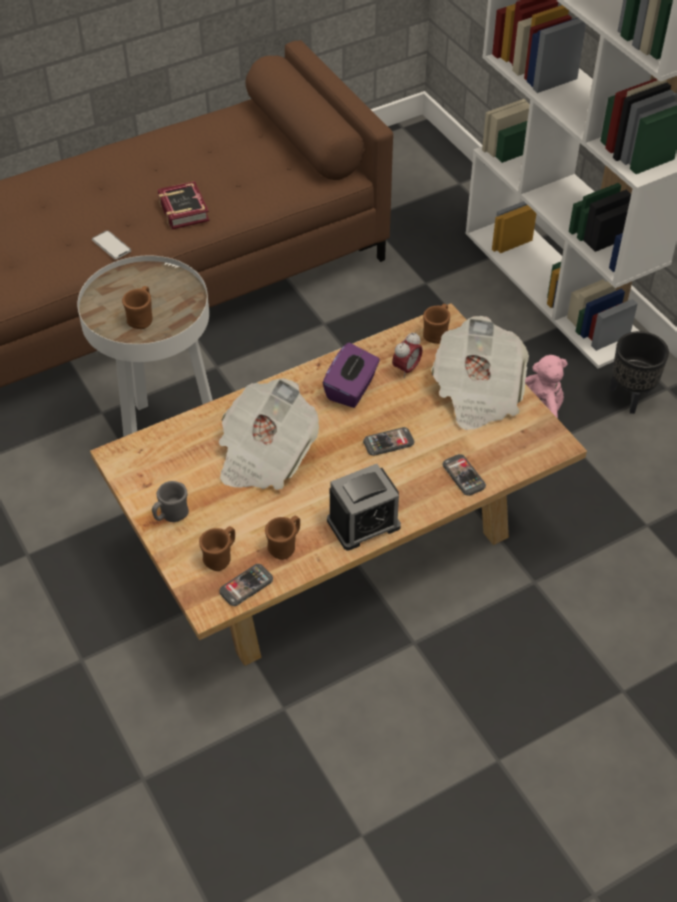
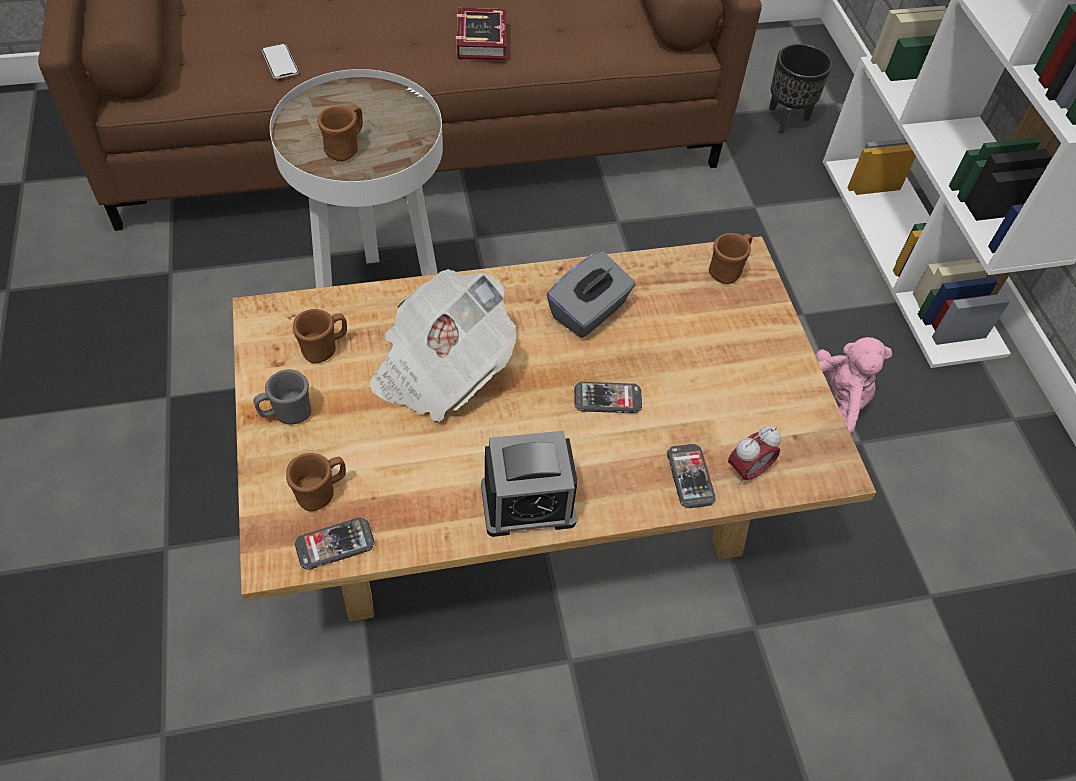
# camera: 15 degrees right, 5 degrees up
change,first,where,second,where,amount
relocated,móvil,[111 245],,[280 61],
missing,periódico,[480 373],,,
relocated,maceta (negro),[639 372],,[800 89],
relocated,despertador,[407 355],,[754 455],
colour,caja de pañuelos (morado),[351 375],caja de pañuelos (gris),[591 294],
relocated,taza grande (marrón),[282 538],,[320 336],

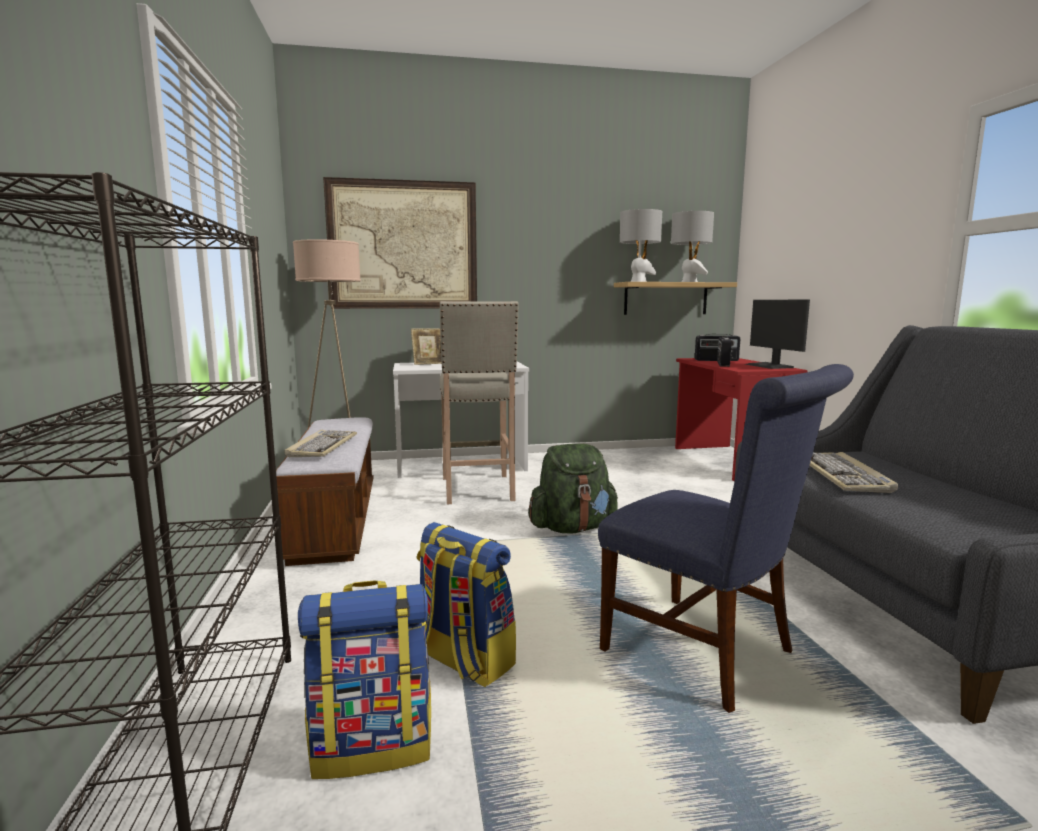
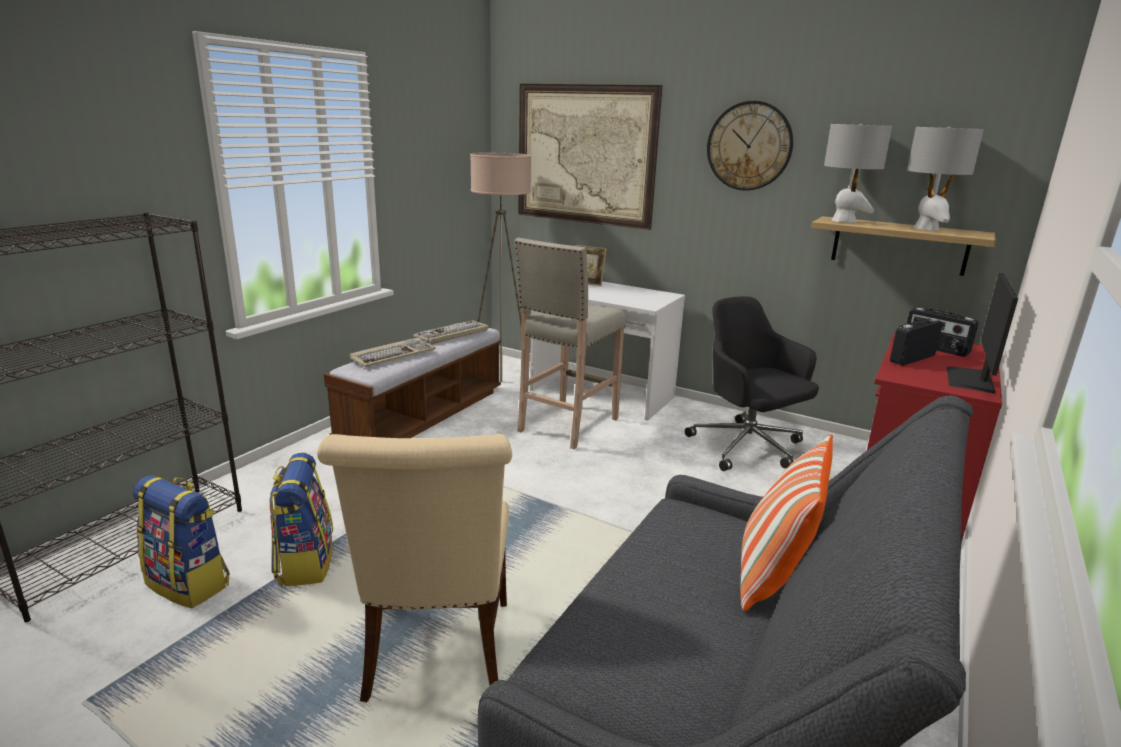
# camera: 40 degrees right, 10 degrees up
change,first,where,second,where,amount
colour,silla (azul),[726 538],silla (beis),[414 568],
missing,mochila (verde),[573 488],,,
relocated,teclado,[853 472],,[451 332],
appeared,,,reloj de pared,[750 145],
appeared,,,silla de oficina (negro),[752 383],
appeared,,,cojín,[786 522],

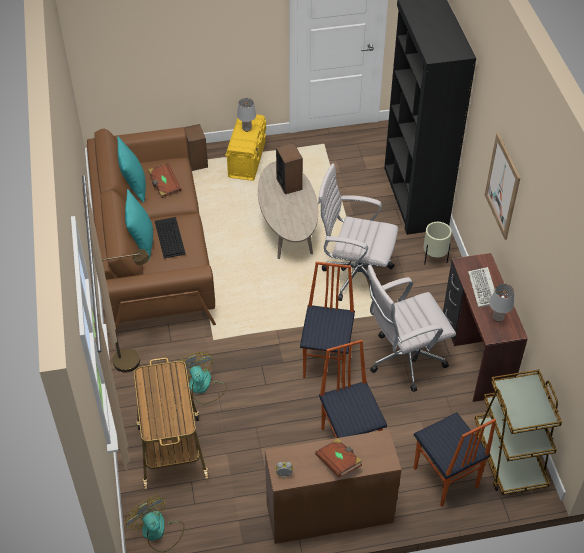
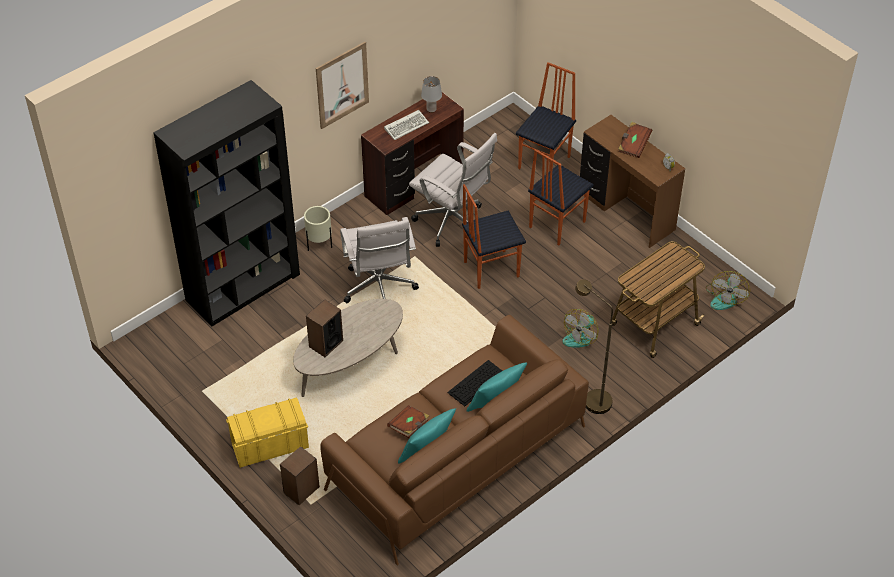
# camera: 120 degrees left, 0 degrees up
change,first,where,second,where,amount
missing,lámpara de mesa (gris),[246 115],,,
missing,carrito (marrón),[518 432],,,

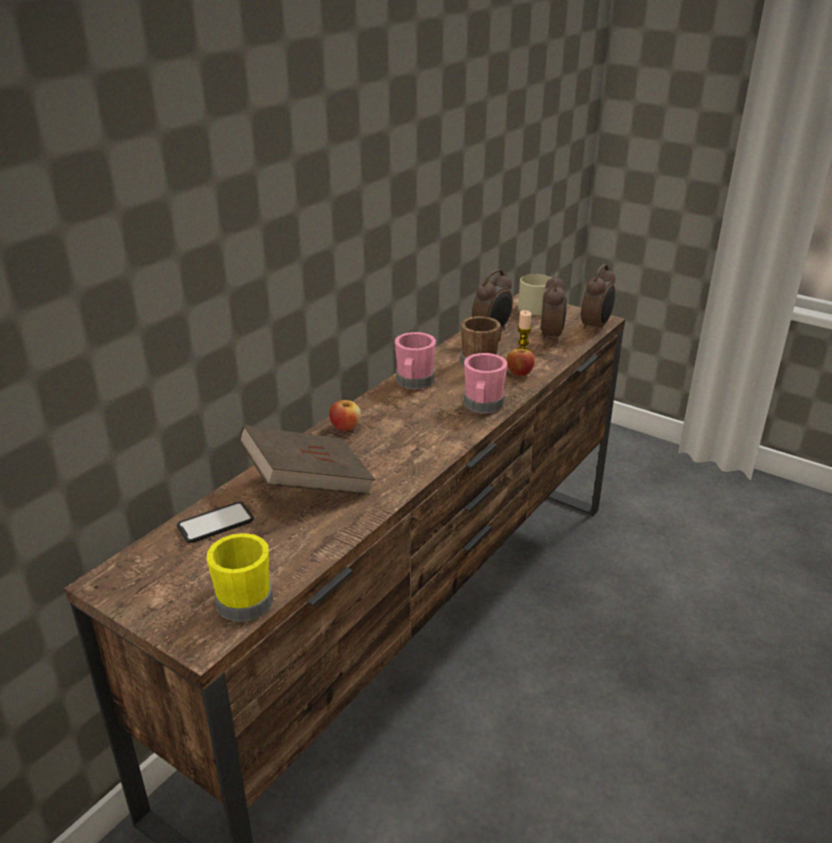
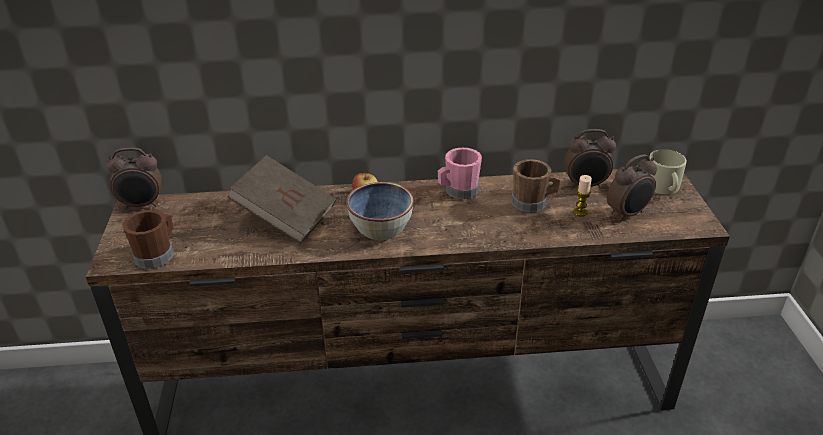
# camera: 50 degrees right, 5 degrees up
change,first,where,second,where,amount
relocated,despertador,[598 298],,[134 179],
missing,manzana,[520 362],,,
missing,taza grande (rosa),[485 383],,,
missing,móvil,[215 522],,,
colour,taza grande (amarillo),[240 577],taza grande (marrón),[148 239],
appeared,,,cuenco,[379 211],

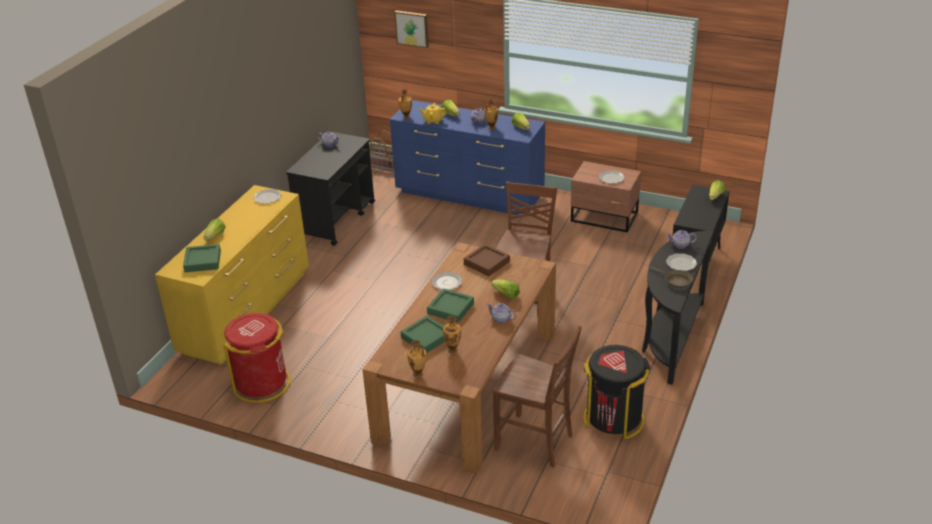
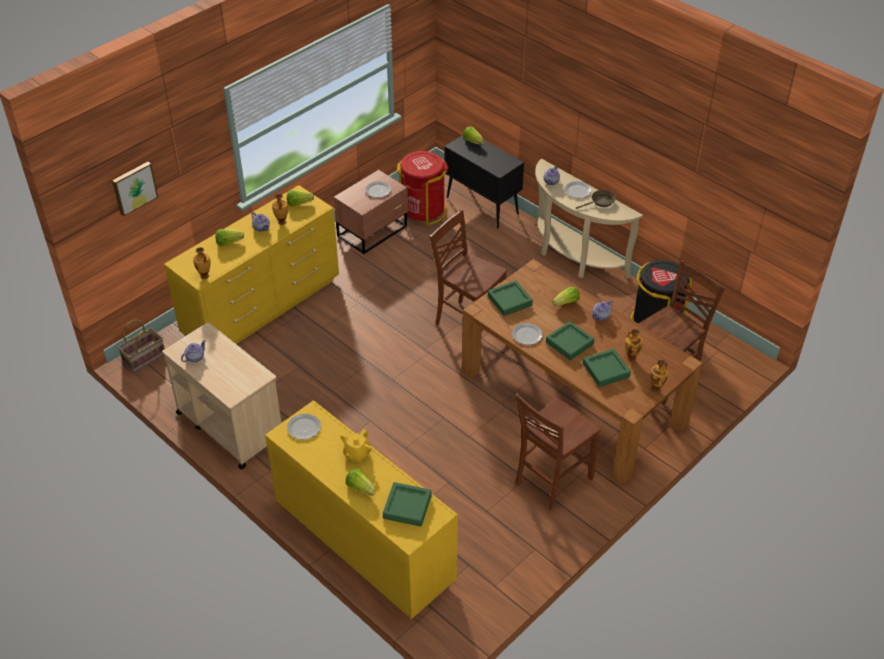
# camera: 70 degrees left, 10 degrees up
change,first,where,second,where,amount
colour,cómoda (azul),[467 157],cómoda (amarillo),[251 264],
relocated,tetera (amarillo),[433 113],,[356 445],
colour,carrito (negro),[330 189],carrito (beis),[222 395],
colour,mesa consola (negro),[677 308],mesa consola (beis),[589 219],
colour,bandeja (marrón),[487 260],bandeja (verde),[510 298],
relocated,papelera (rojo),[257 358],,[422 188],
appeared,,,silla (marrón),[557 452],

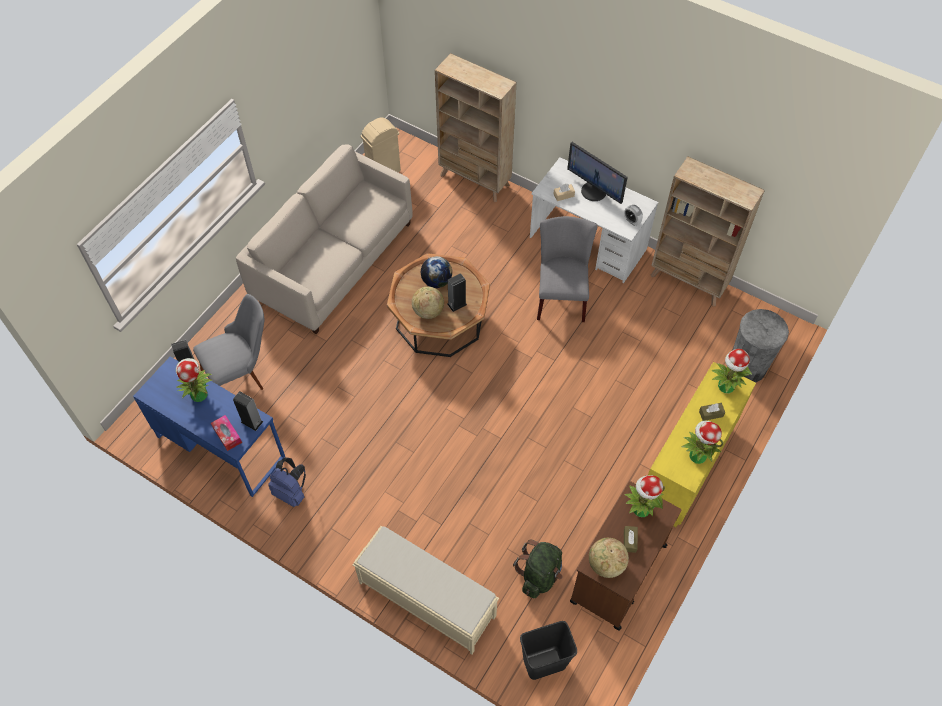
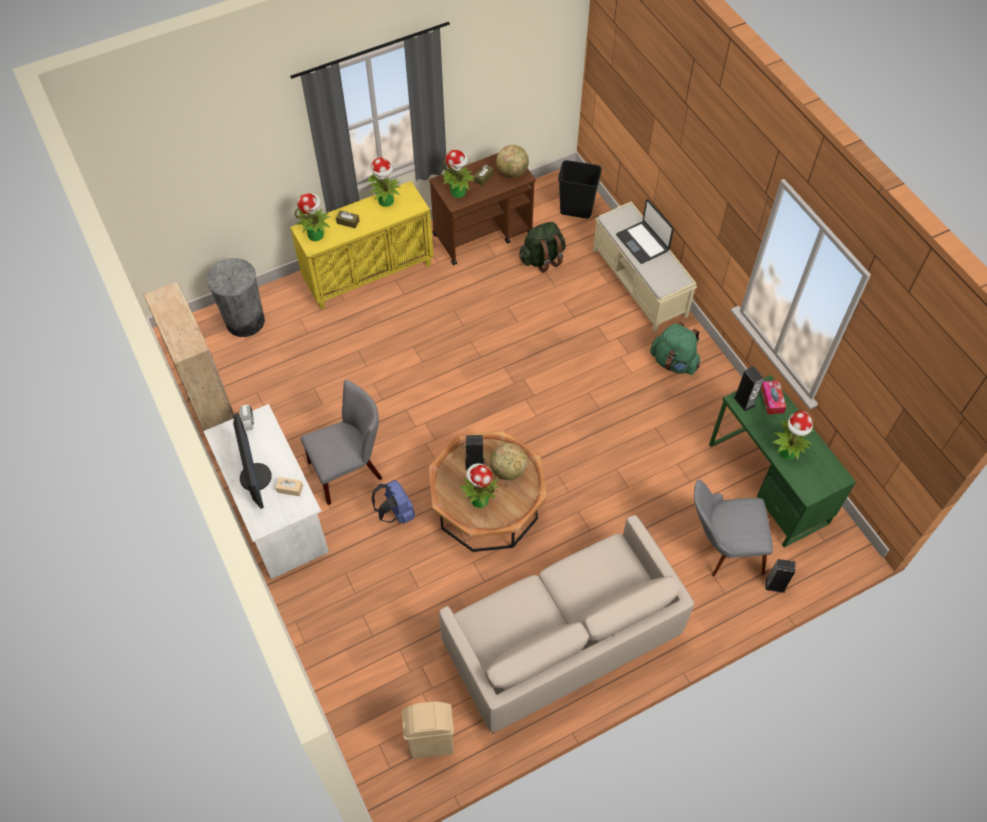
# camera: 150 degrees left, 0 degrees up
change,first,where,second,where,amount
missing,estantería (beis),[475 127],,,
spun,silla (gris),[567 269],,[341 442],150 degrees counterclockwise
exchanged,globo terráqueo,[436 272],planta en maceta,[478 485],
colour,escritorio (azul),[209 427],escritorio (verde),[782 461],
relocated,mochila (azul),[287 482],,[393 502],
appeared,,,portátil,[645 231],
appeared,,,mochila (verde),[675 348],

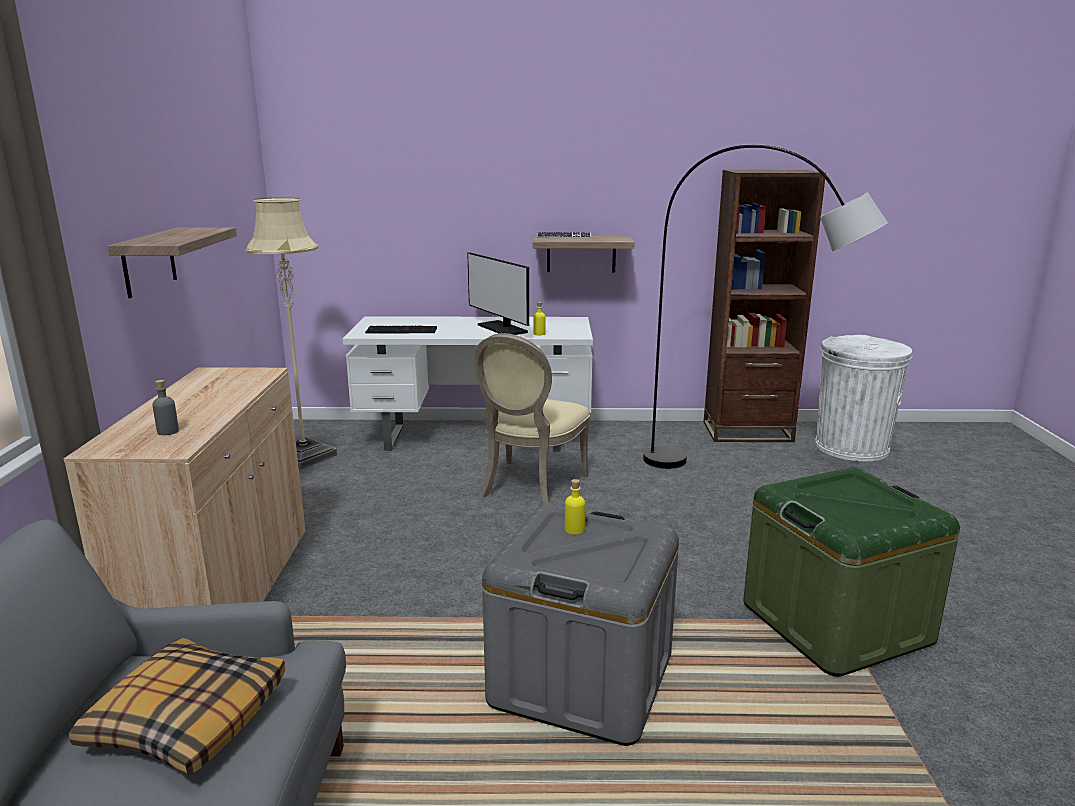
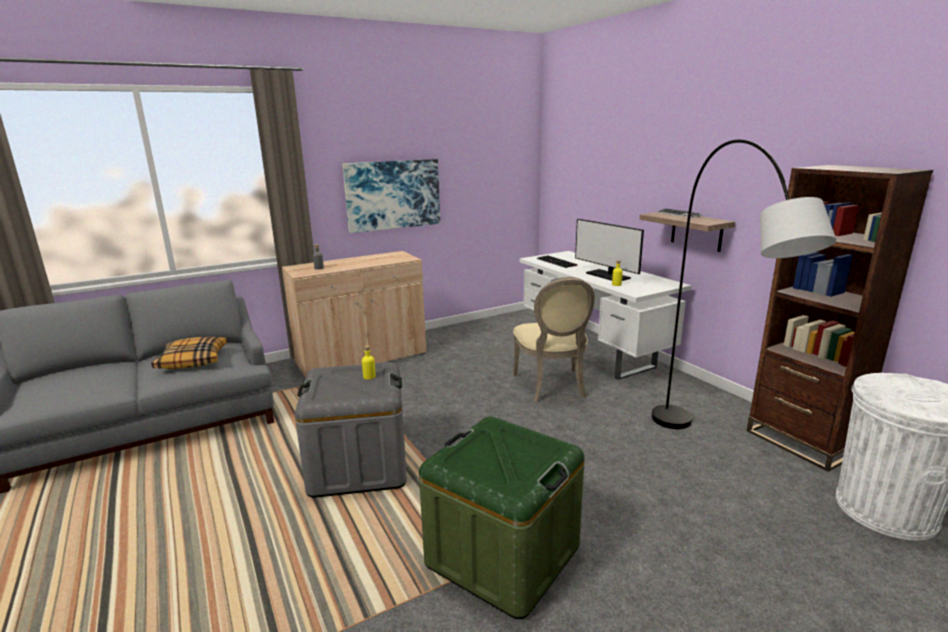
# camera: 60 degrees right, 0 degrees up
change,first,where,second,where,amount
missing,lámpara de pie (beis),[291 333],,,
exchanged,estante,[172 262],cuadro,[391 196],
spun,monitor,[498 293],,[609 250],60 degrees counterclockwise
spun,silla (beis),[532 419],,[554 339],90 degrees counterclockwise

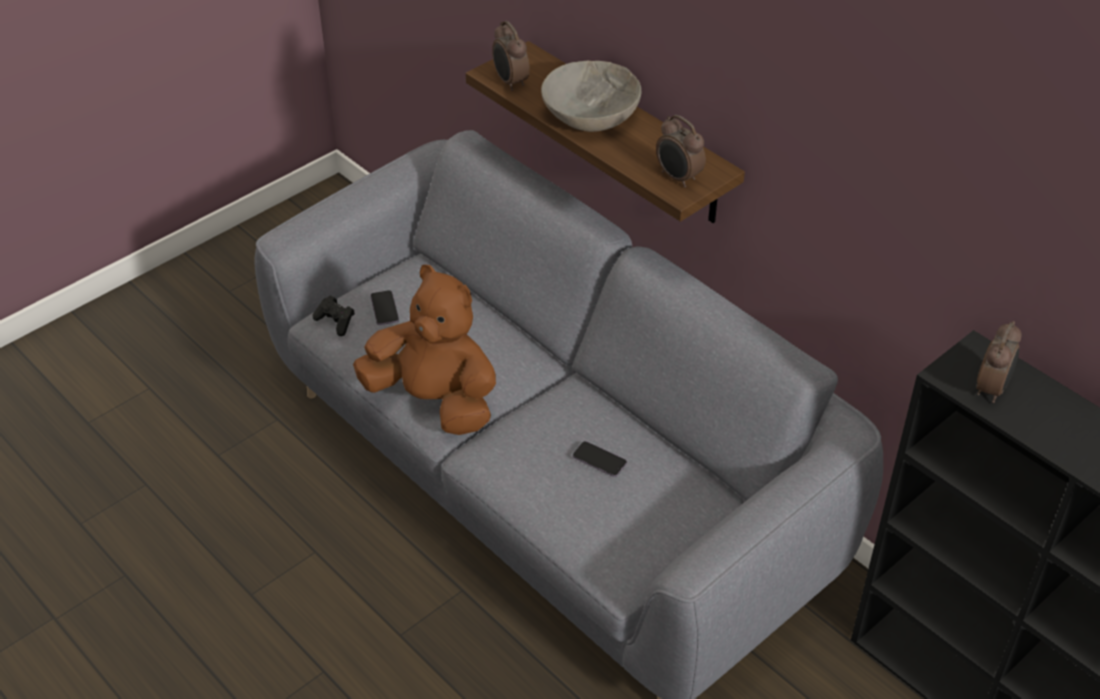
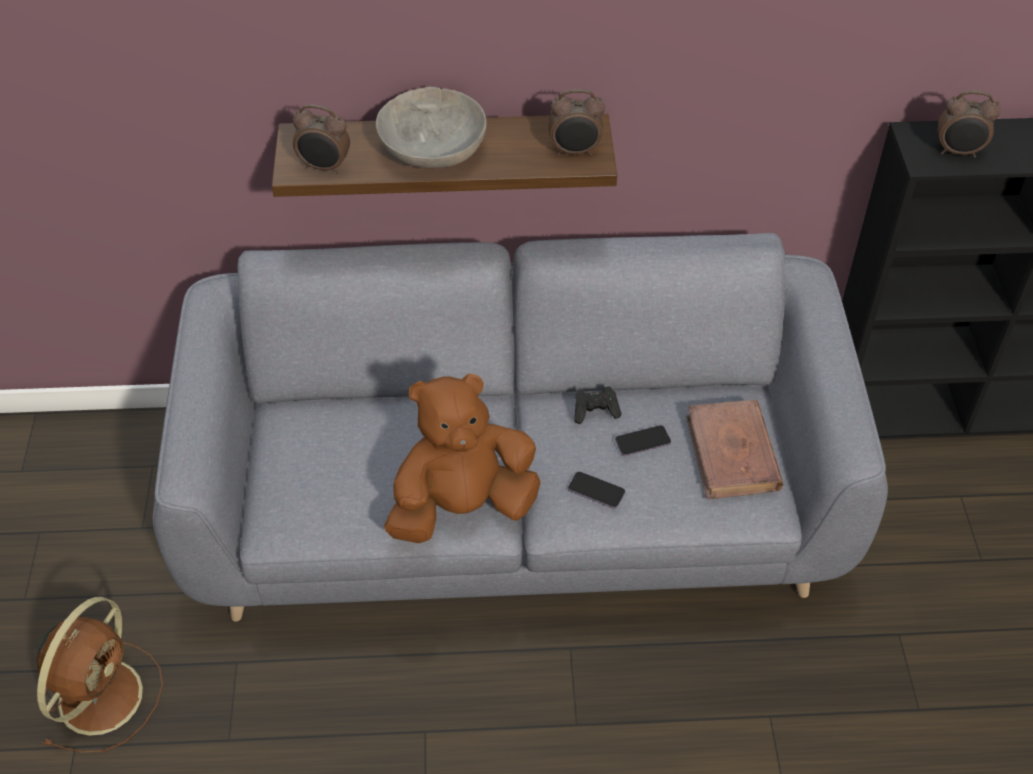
# camera: 50 degrees left, 5 degrees up
change,first,where,second,where,amount
relocated,móvil,[384 307],,[596 490],
relocated,mando de consola (negro),[334 316],,[598 405],
spun,despertador,[998 362],,[969 124],120 degrees clockwise
appeared,,,libro (marrón),[734 449],
appeared,,,ventilador (marrón),[99 675],

